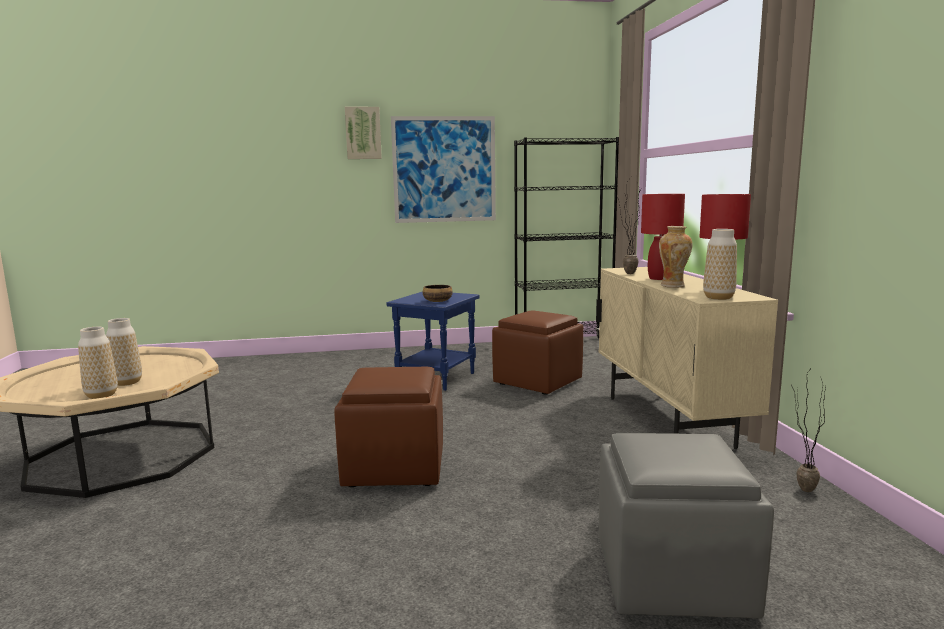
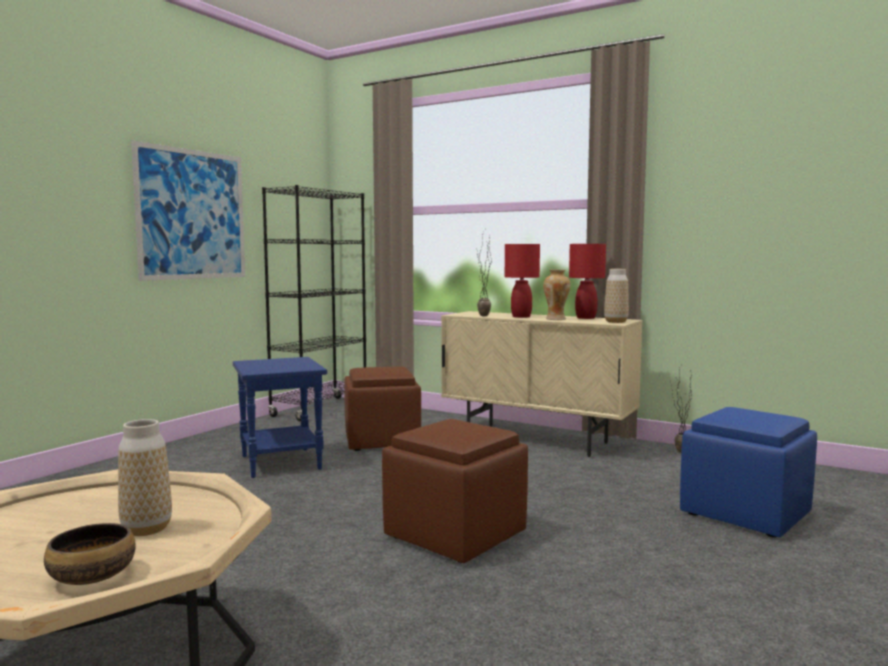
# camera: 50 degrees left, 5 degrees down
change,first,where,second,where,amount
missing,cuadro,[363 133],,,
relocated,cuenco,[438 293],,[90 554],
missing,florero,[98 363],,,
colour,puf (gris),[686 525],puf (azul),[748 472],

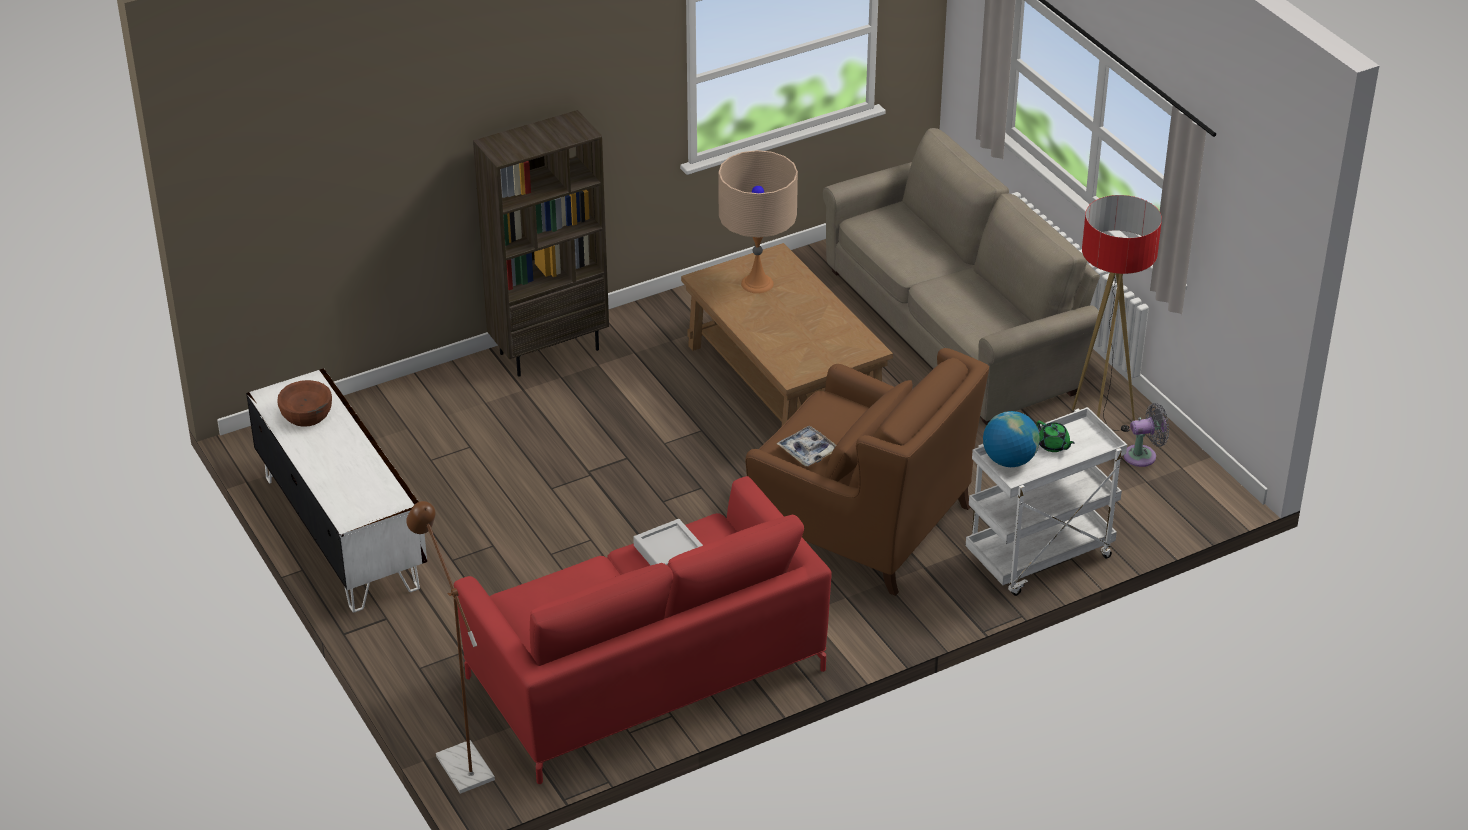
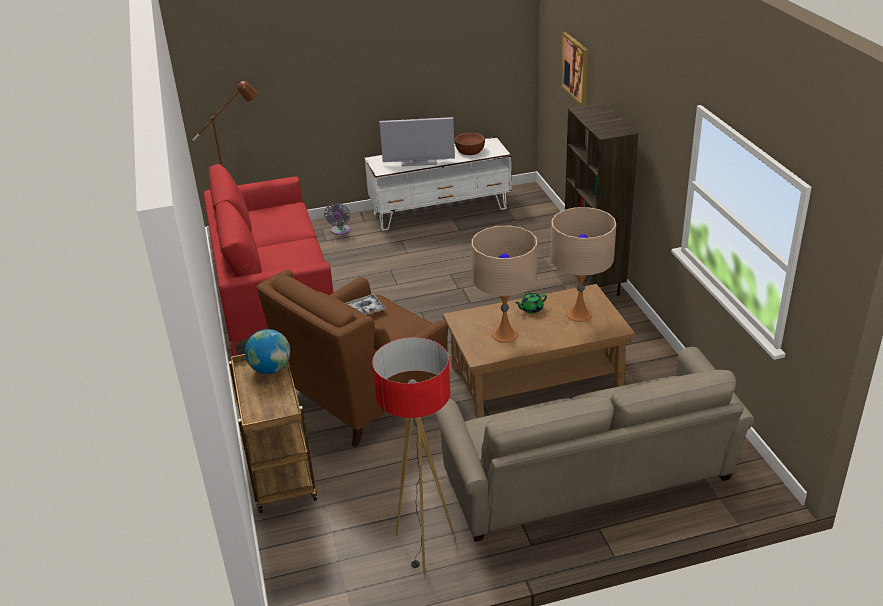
# camera: 105 degrees right, 5 degrees down
change,first,where,second,where,amount
relocated,ventilador (gris),[1146 435],,[337 219],
colour,carrito (blanco),[1046 501],carrito (marrón),[273 433],
relocated,tetera (verde),[1056 436],,[531 303],
missing,bandeja (gris),[668 542],,,
appeared,,,cuadro,[574 69],
appeared,,,televisor,[417 141],
appeared,,,lámpara de mesa (beis),[504 284],

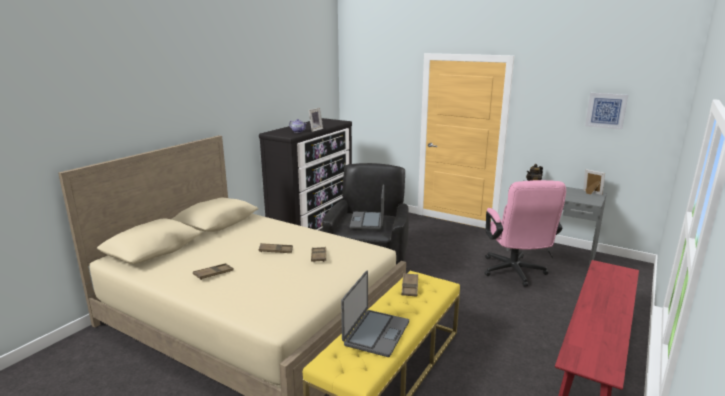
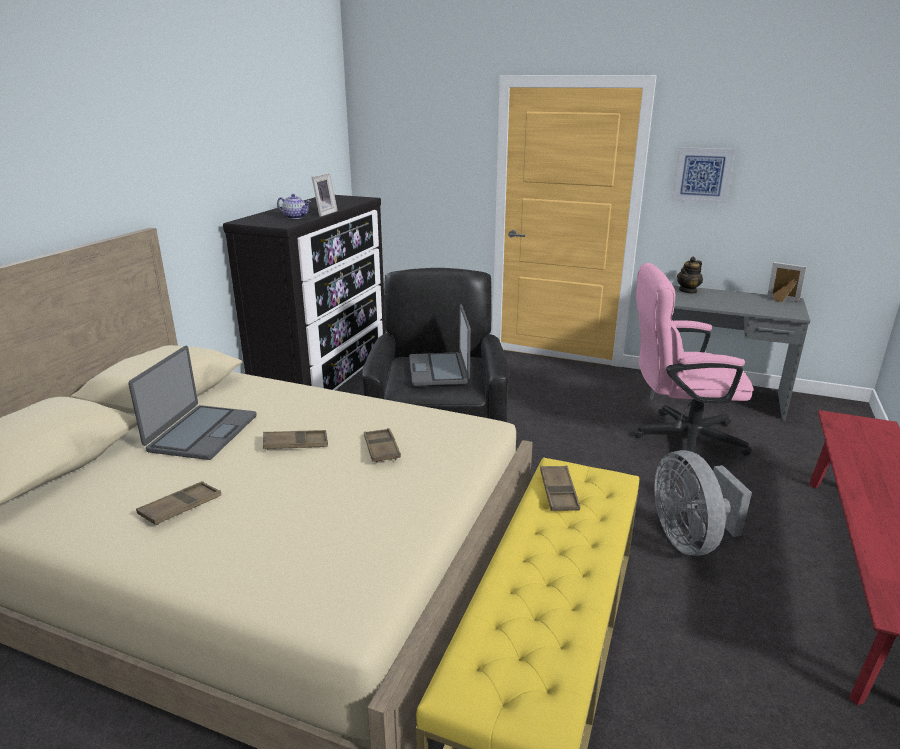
# camera: 10 degrees left, 5 degrees up
change,first,where,second,where,amount
relocated,cuadro,[606 111],,[703 175],
spun,silla de oficina (rosa),[525 233],,[694 363],105 degrees clockwise
relocated,portátil,[375 314],,[192 403],
appeared,,,ventilador (gris),[703 503],

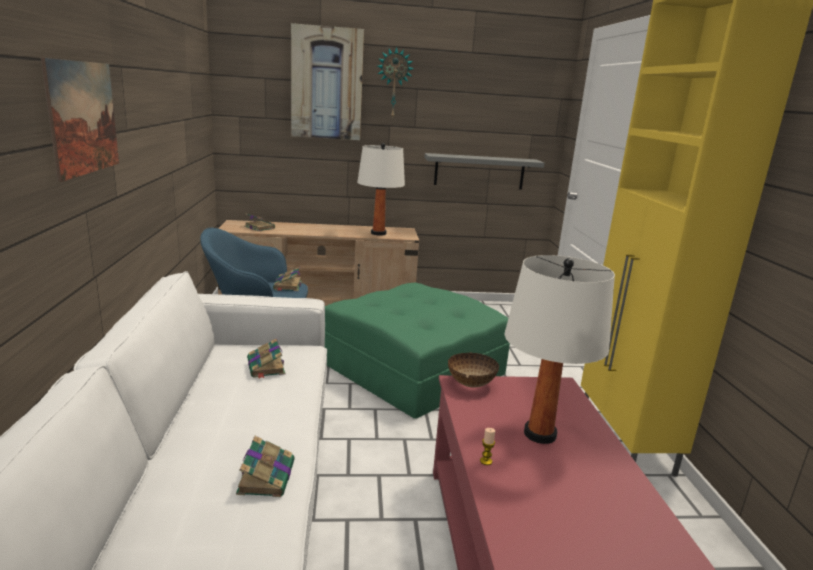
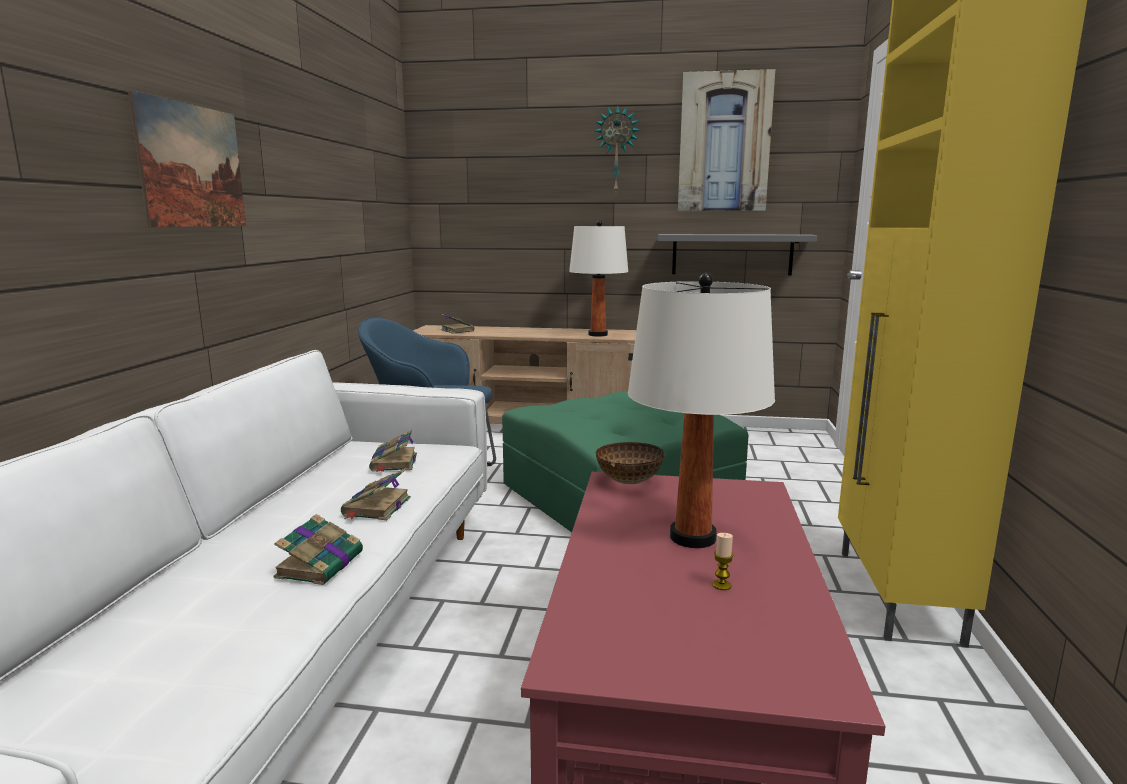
# camera: 15 degrees right, 5 degrees down
change,first,where,second,where,amount
relocated,cuadro,[327 81],,[726 140],
relocated,libro,[287 279],,[376 494],
relocated,vela,[487 446],,[723 561],

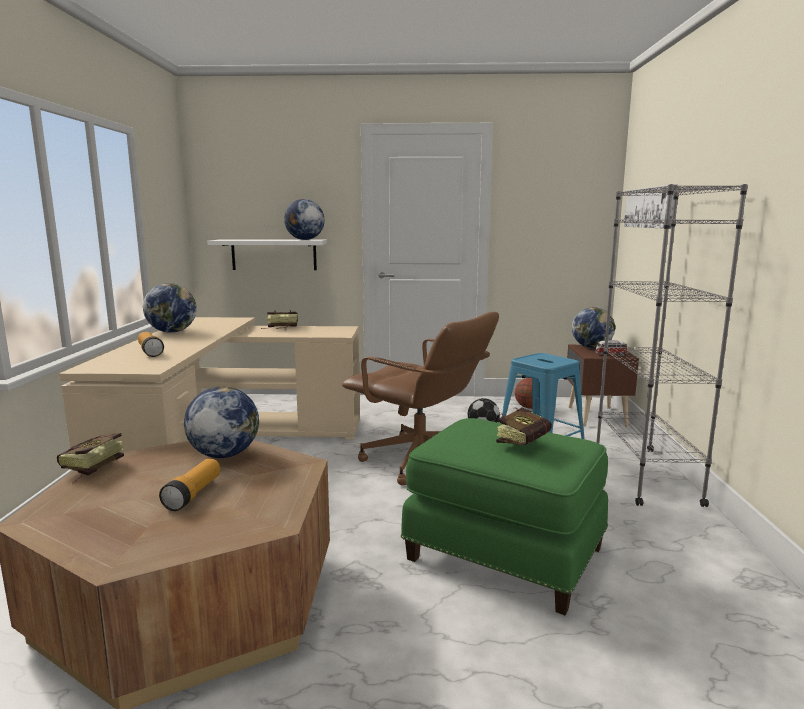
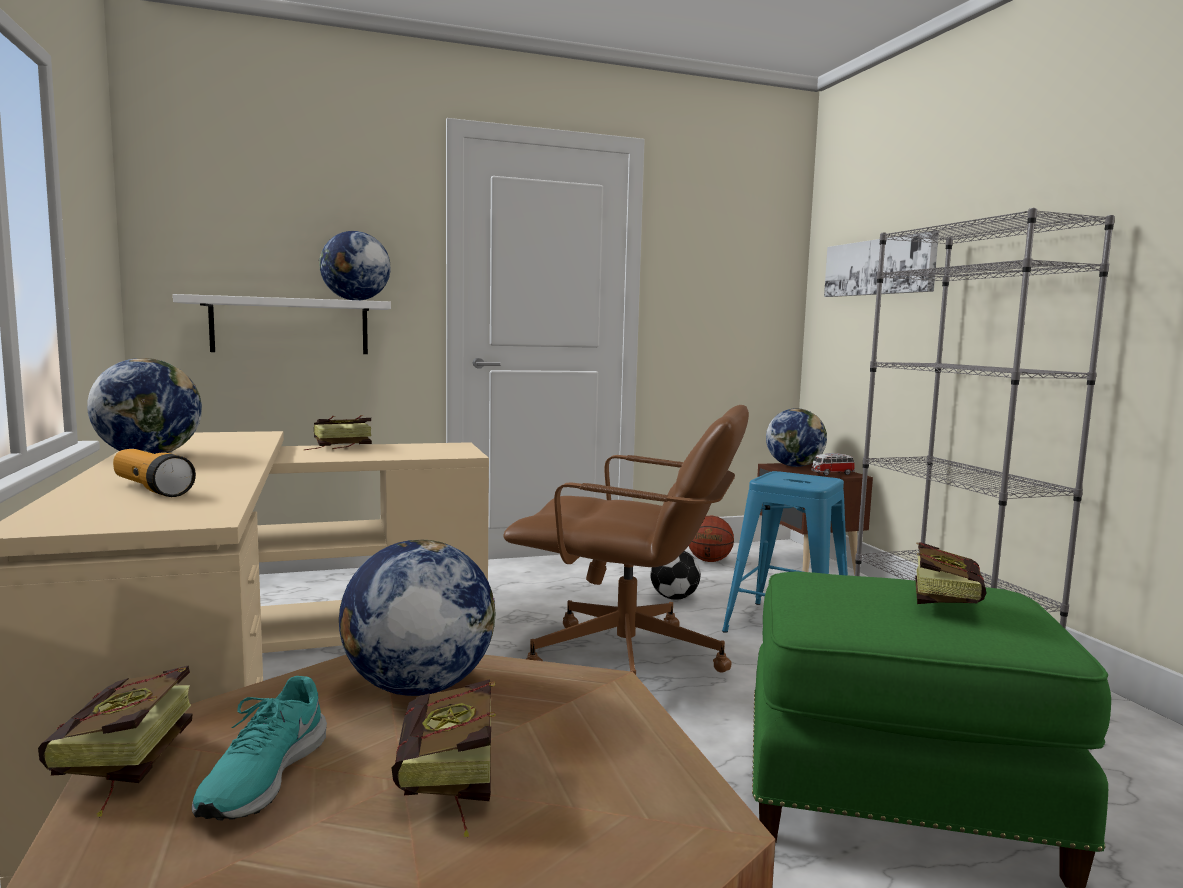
# camera: 20 degrees left, 5 degrees down
change,first,where,second,where,amount
exchanged,linterna,[189 485],libro,[443 758],
appeared,,,zapato (turquesa),[259 748],

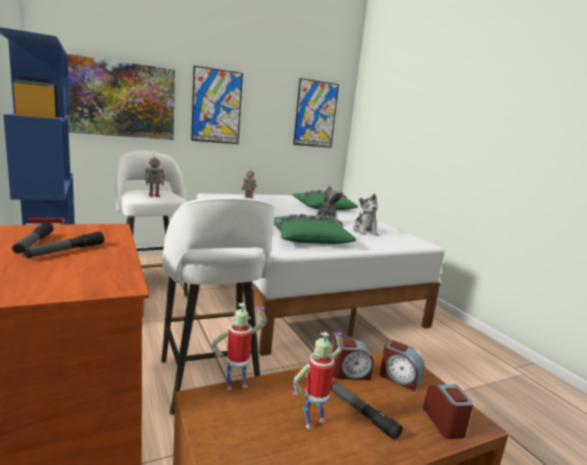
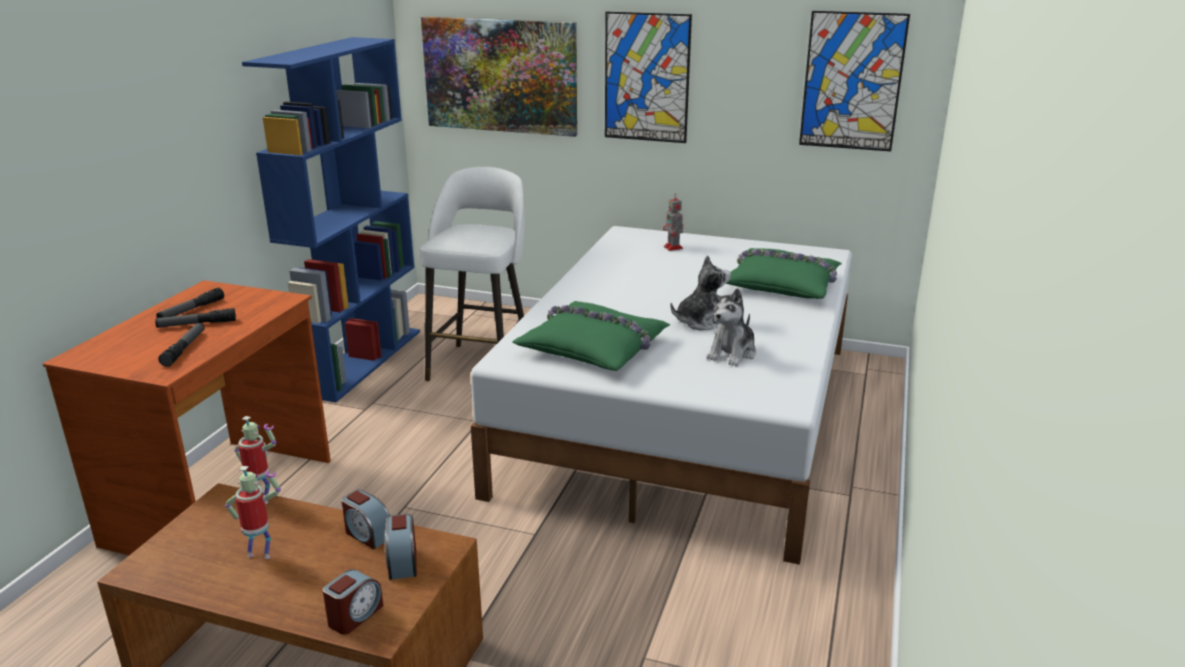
# camera: 45 degrees right, 10 degrees up
change,first,where,second,where,amount
missing,robot de juguete,[155 175],,,
missing,taburete (blanco),[217 306],,,
relocated,linterna,[366 411],,[181 345],

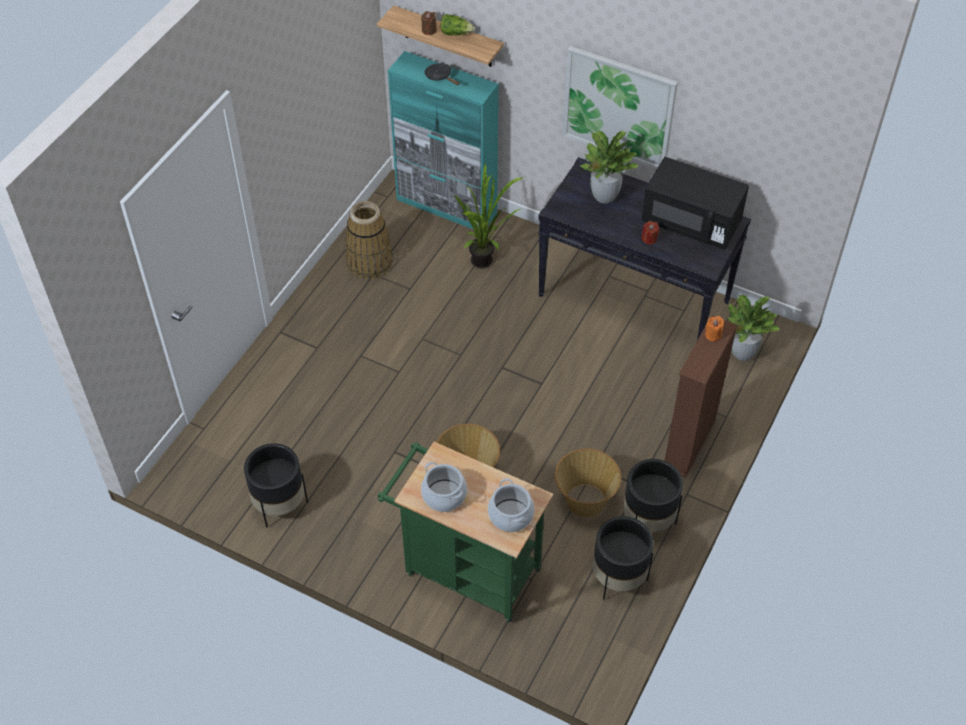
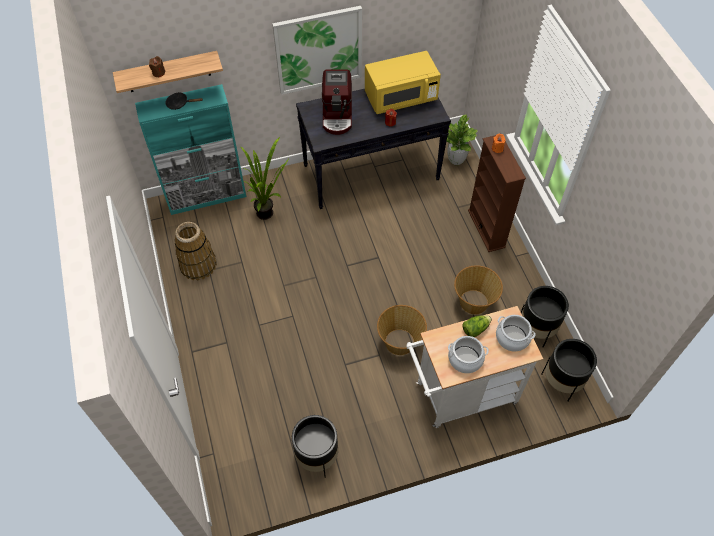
# camera: 45 degrees left, 5 degrees up
change,first,where,second,where,amount
relocated,lechuga,[458 25],,[477 326],
exchanged,planta en maceta,[609 167],cafetera,[337 102],
colour,microondas (negro),[695 203],microondas (amarillo),[403 82],
colour,carrito (verde),[465 532],carrito (blanco),[474 367],
relocated,maceta (negro),[653 495],,[569 370],

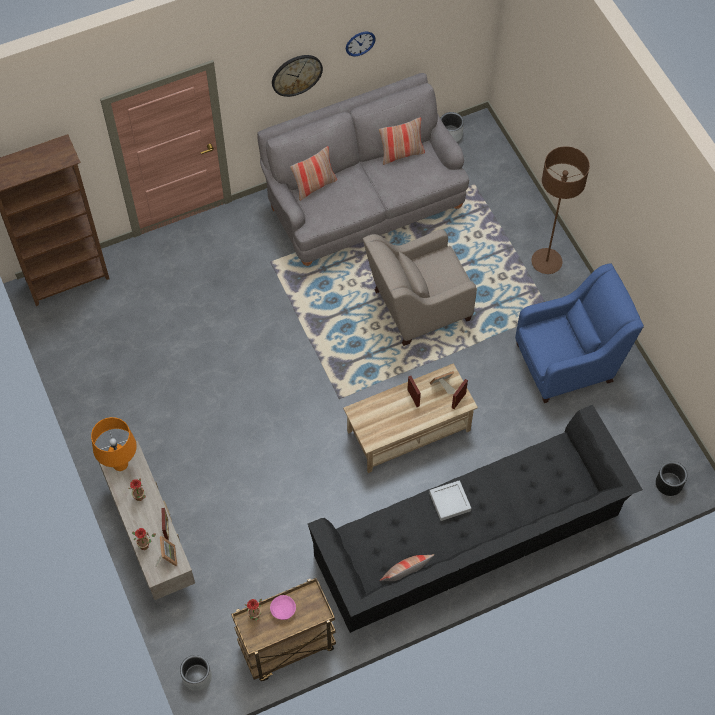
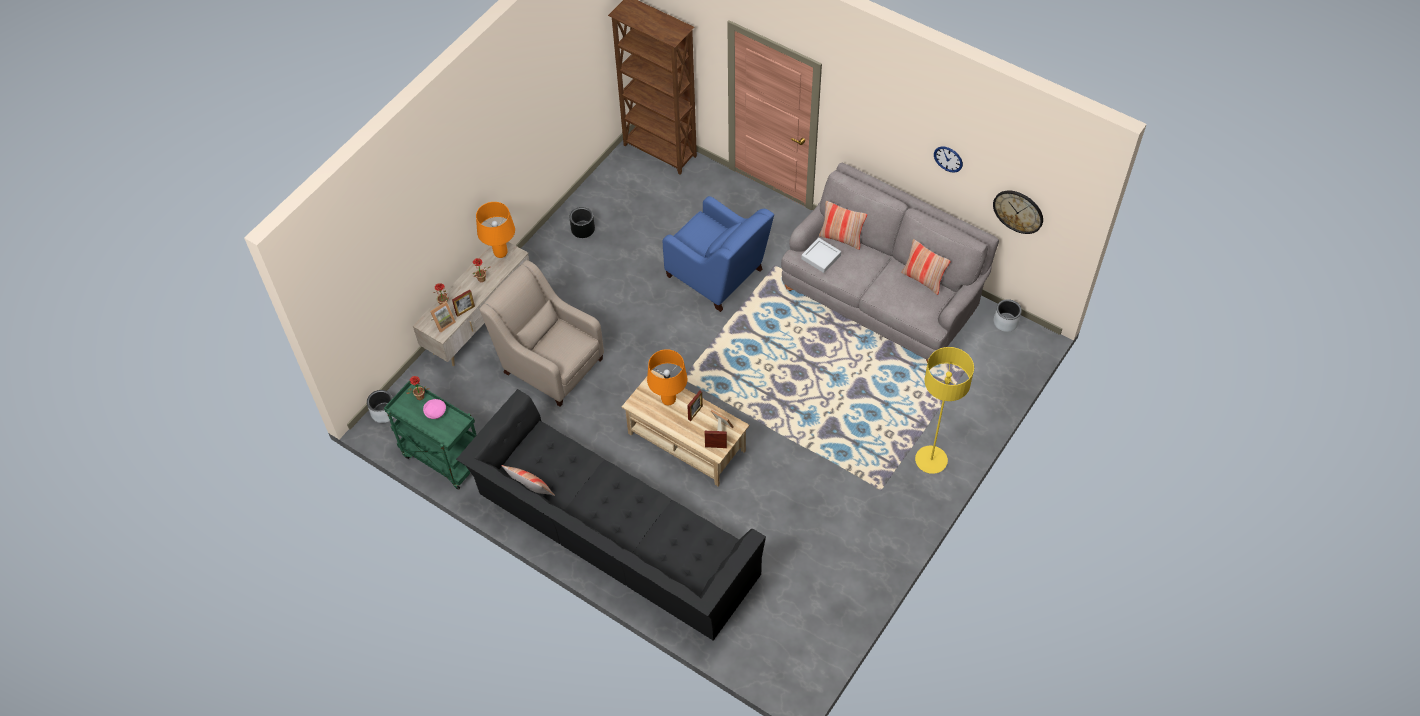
# camera: 60 degrees right, 5 degrees down
change,first,where,second,where,amount
relocated,reloj de pared,[297 76],,[1018 212],
colour,lámpara de pie (marrón),[560 210],lámpara de pie (amarillo),[944 410],
relocated,sillón (beis),[420 287],,[541 333],
relocated,sillón (azul),[579 333],,[718 254],
relocated,maceta (negro),[672 478],,[582 222],
relocated,bandeja (gris),[450 500],,[821 255],
colour,carrito (marrón),[283 629],carrito (verde),[430 435],
appeared,,,lámpara de mesa (naranja),[667 377],

